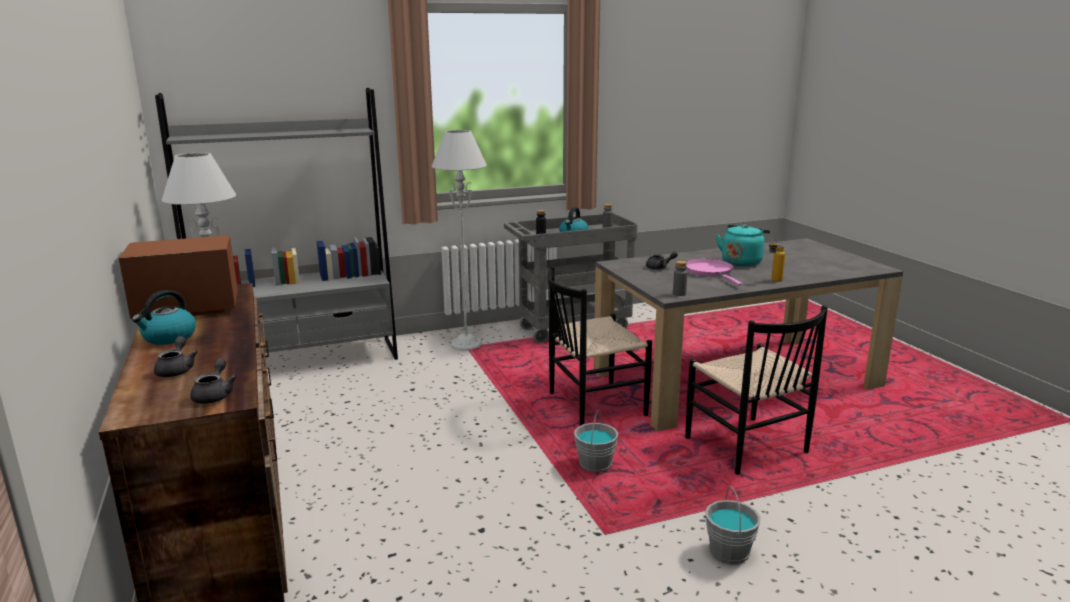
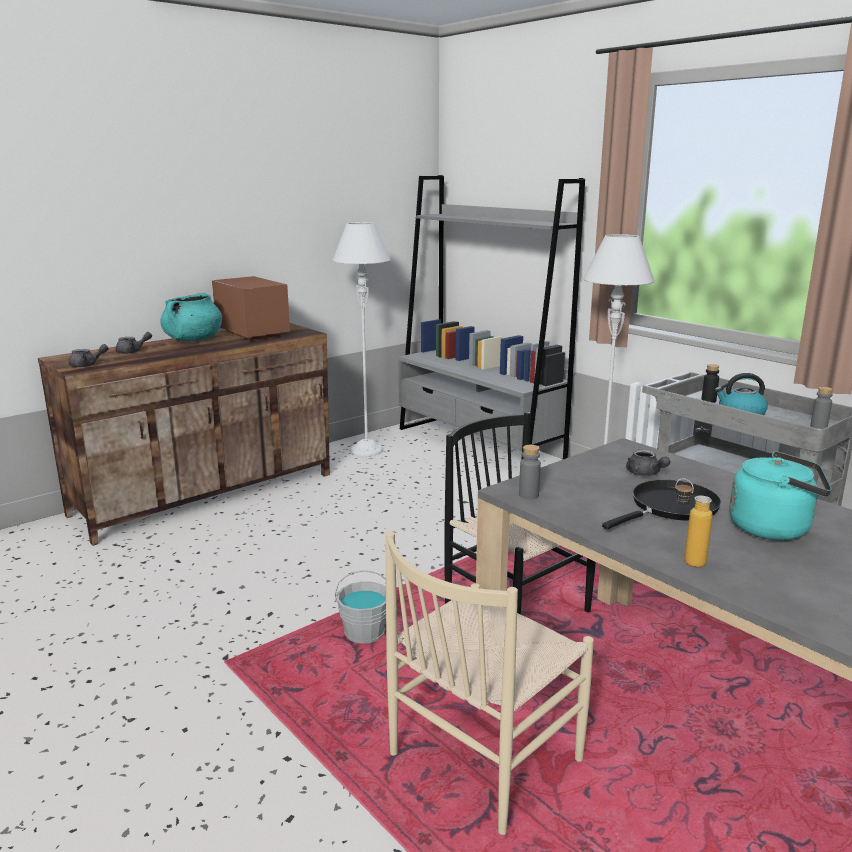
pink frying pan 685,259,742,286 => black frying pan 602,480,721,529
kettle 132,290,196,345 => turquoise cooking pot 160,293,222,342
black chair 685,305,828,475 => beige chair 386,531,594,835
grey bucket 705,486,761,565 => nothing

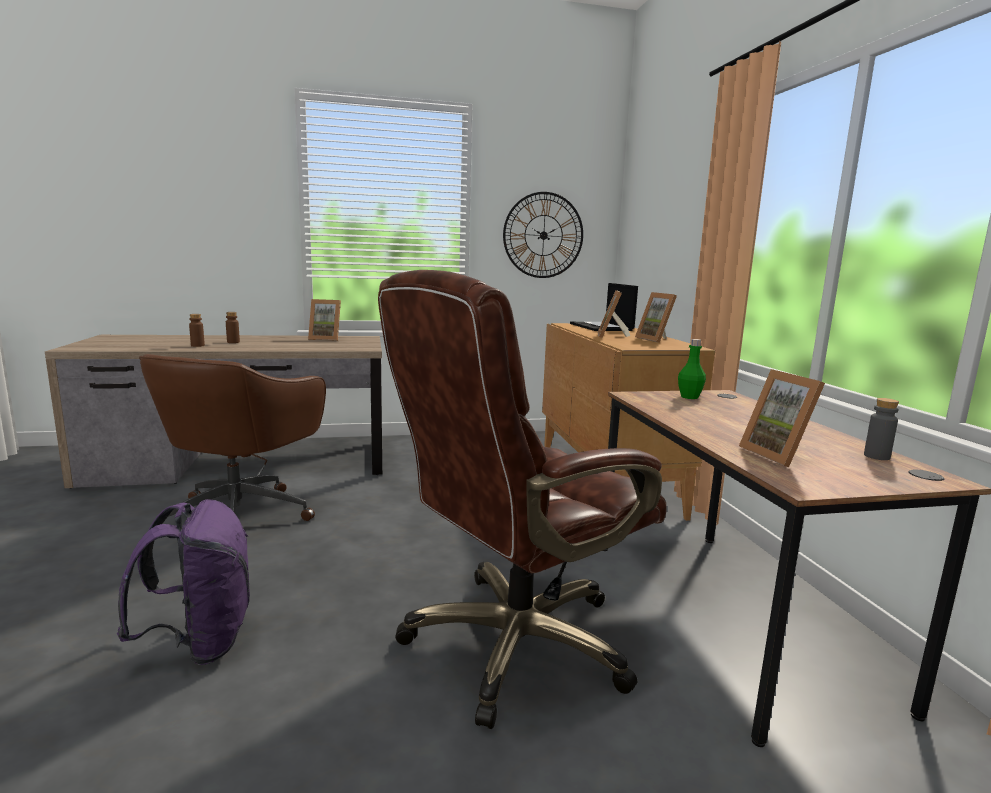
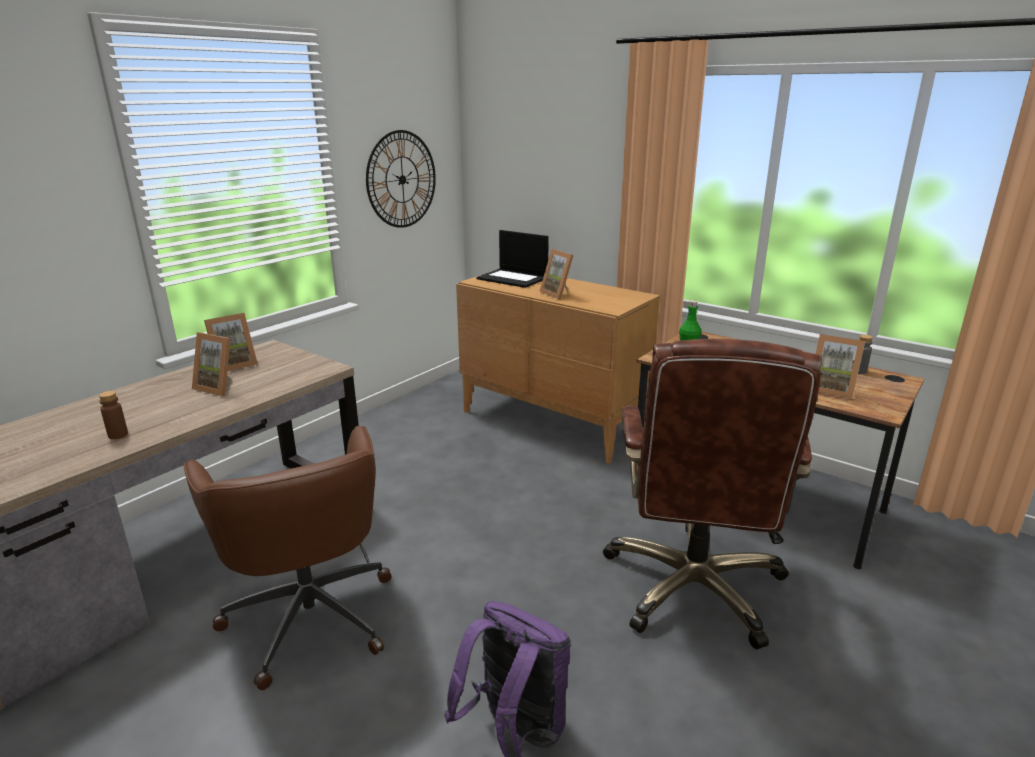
picture frame 635,292,677,343 => picture frame 192,332,231,396, relocated
brown bottle 226,312,240,343 => nothing

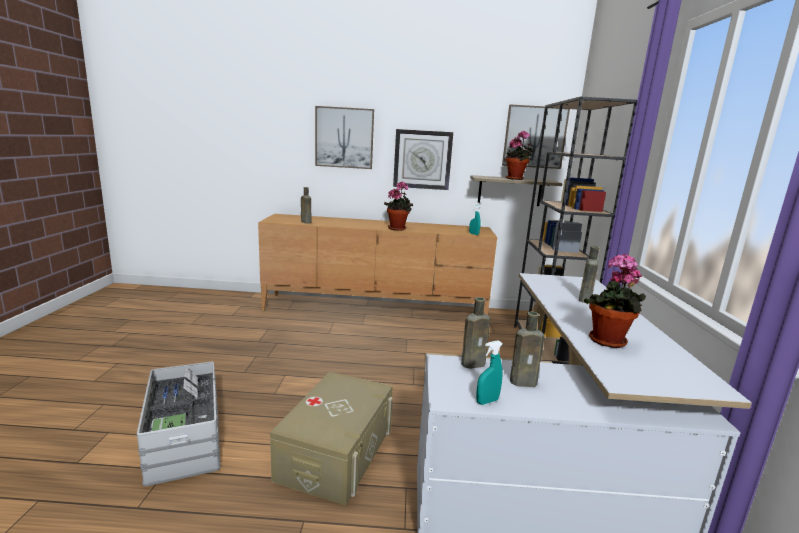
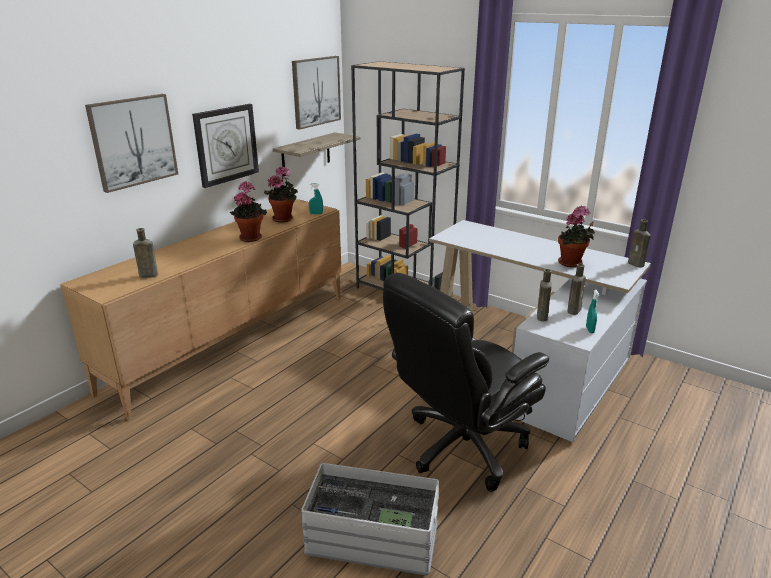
potted plant 506,131,533,180 => potted plant 264,166,298,222, relocated
brown bottle 579,246,600,303 => brown bottle 628,219,651,267, relocated
beige storage box 270,372,393,506 => black office chair 383,273,549,492

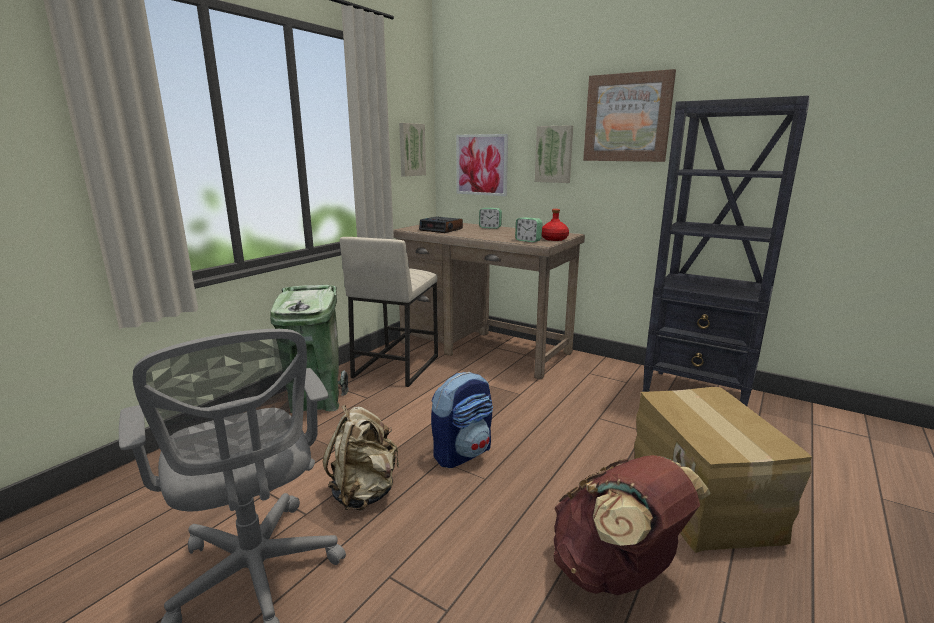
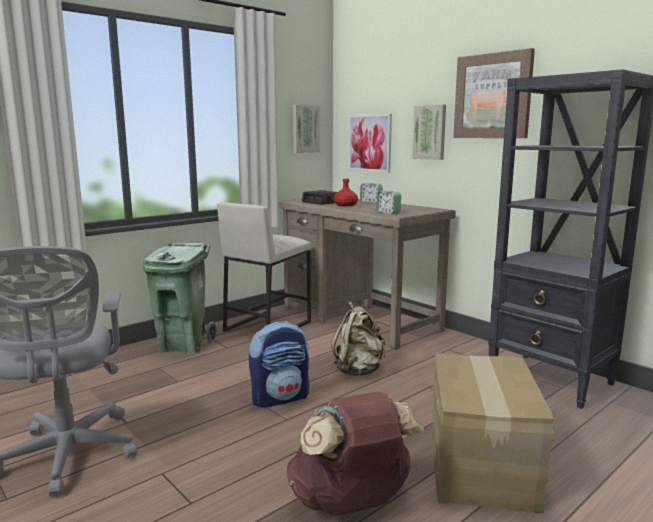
red bottle 542,209,569,241 => red bottle 334,179,358,206, relocated
beige backpack 323,405,399,511 => beige backpack 331,302,385,376, relocated

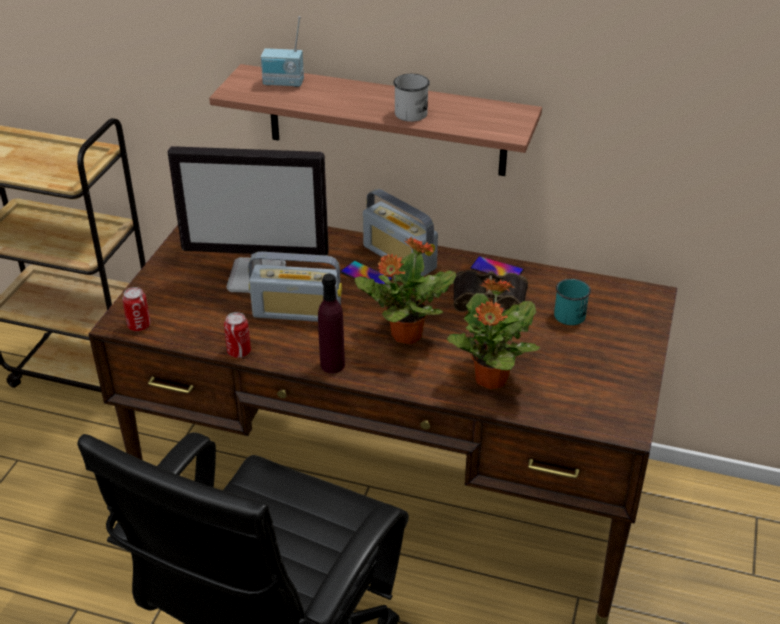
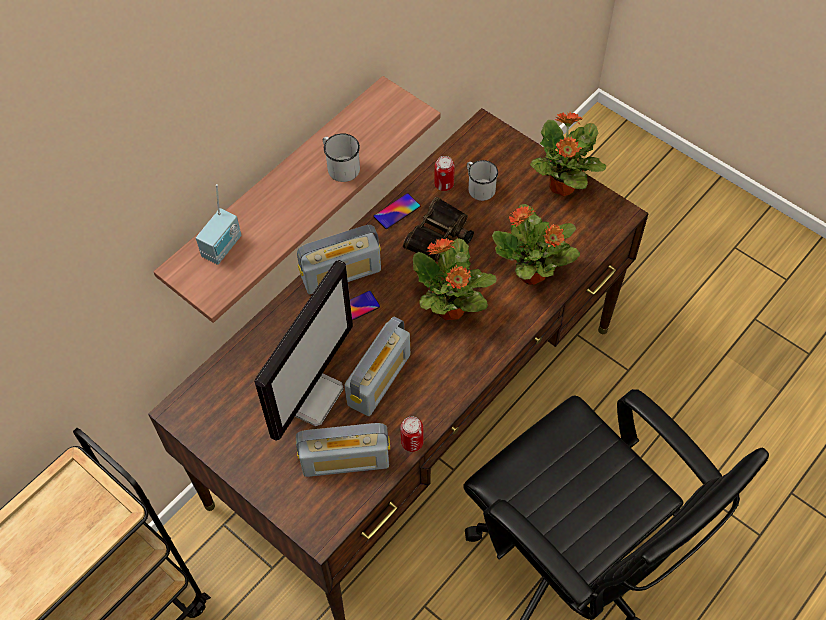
purple bottle 318,274,345,373 => nothing
turquoise mug 554,278,591,325 => white mug 467,160,498,201
can 122,287,151,331 => can 434,156,454,191, relocated
nothing => potted plant 530,112,606,196
nothing => radio 296,423,390,477

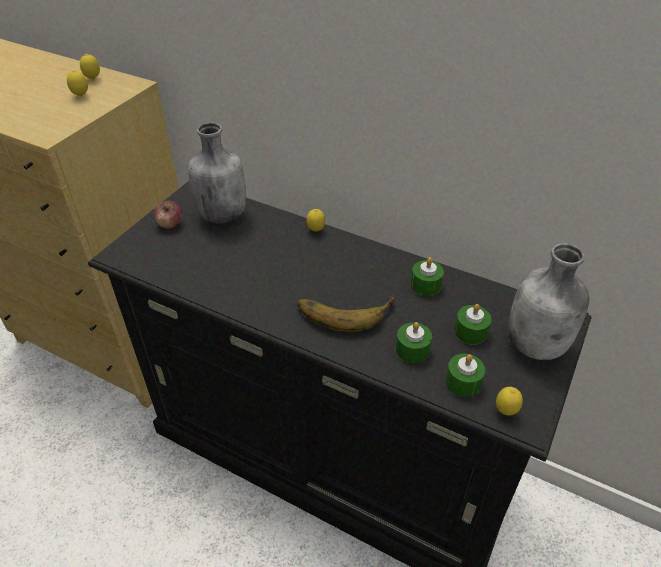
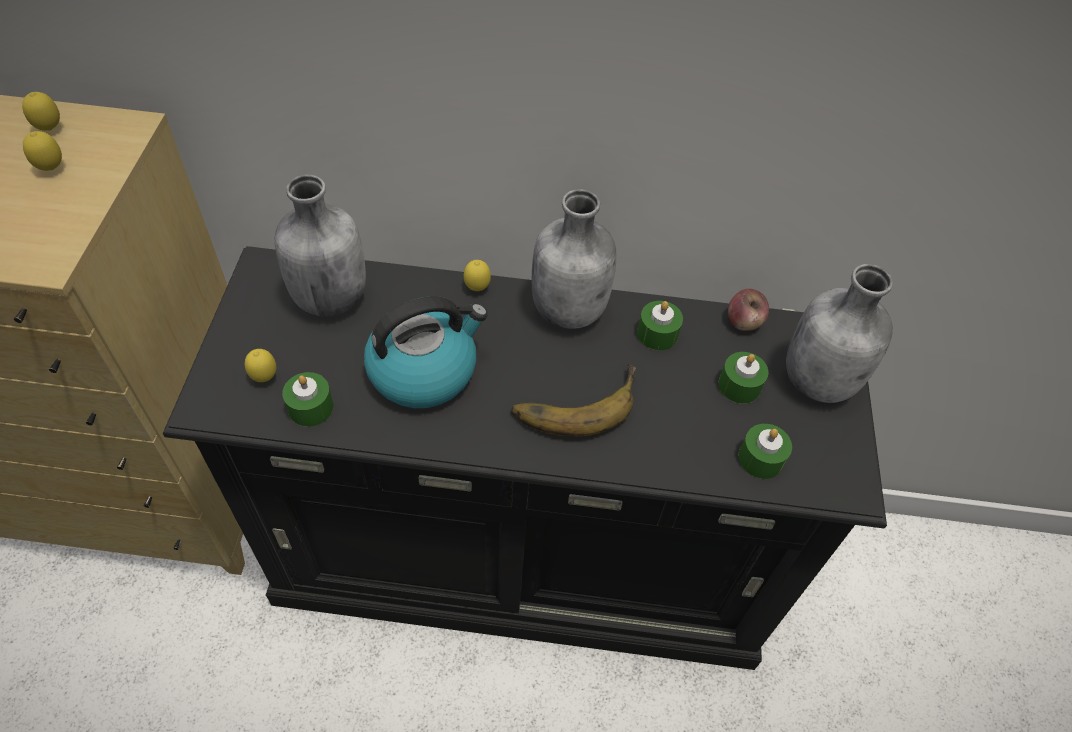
apple 154,201,183,229 => apple 728,289,769,331, relocated
green candle 396,322,432,363 => green candle 282,372,333,427, relocated
lemon 496,387,523,416 => lemon 245,349,276,382, relocated
nothing => grey bottle 532,189,616,329
nothing => kettle 364,296,488,408

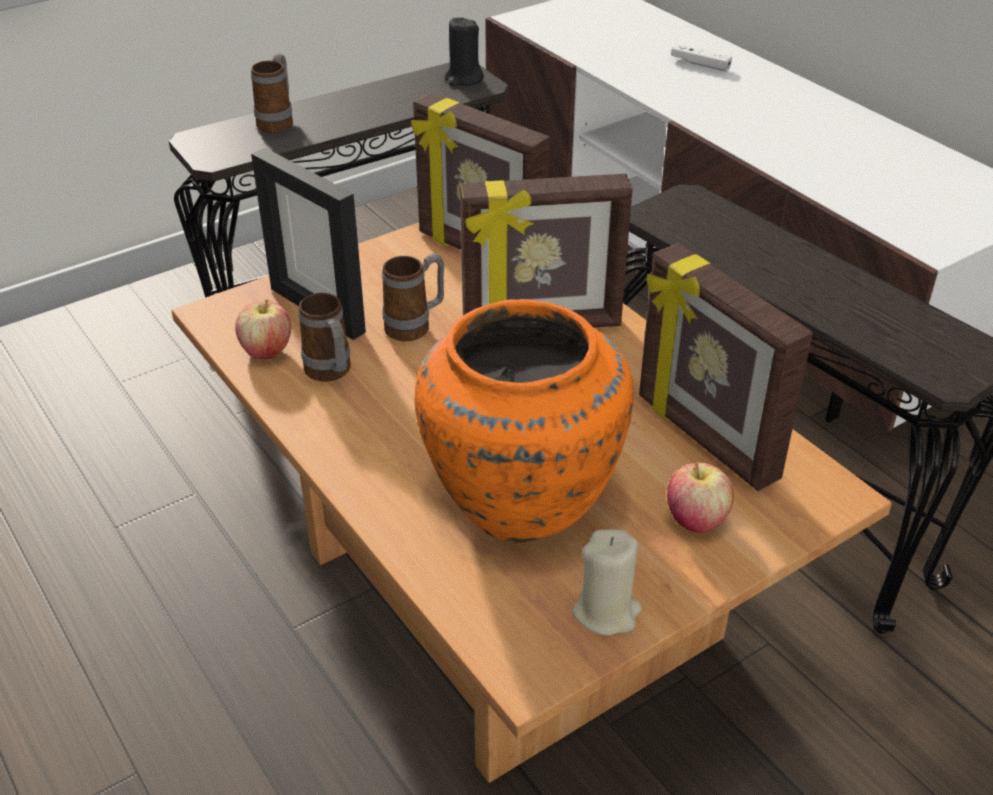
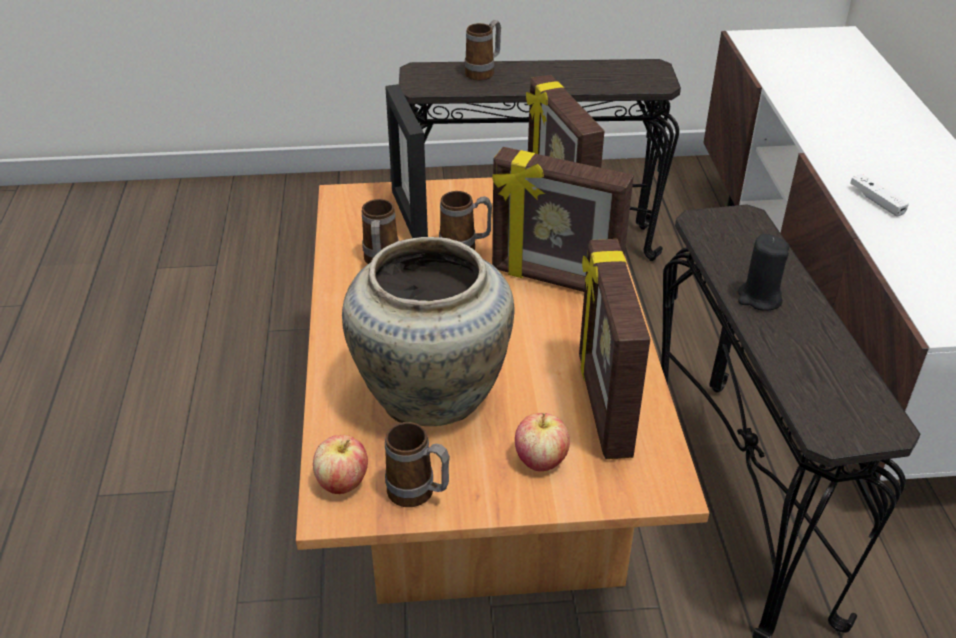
black candle 445,17,484,86 => black candle 738,234,790,311, relocated
white game controller 671,44,732,72 => white game controller 850,174,909,217, relocated
apple 235,299,291,359 => apple 313,435,368,494, relocated
orange vase 415,299,634,543 => beige vase 342,237,514,426
beige candle 572,529,642,635 => mug 385,422,450,507

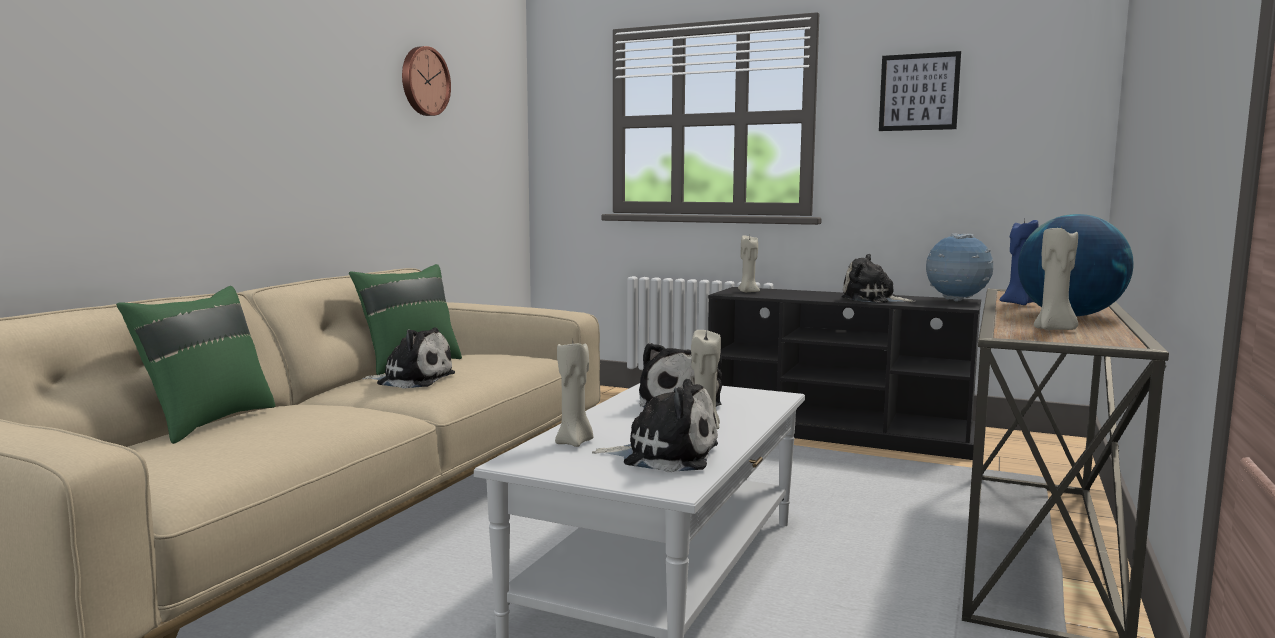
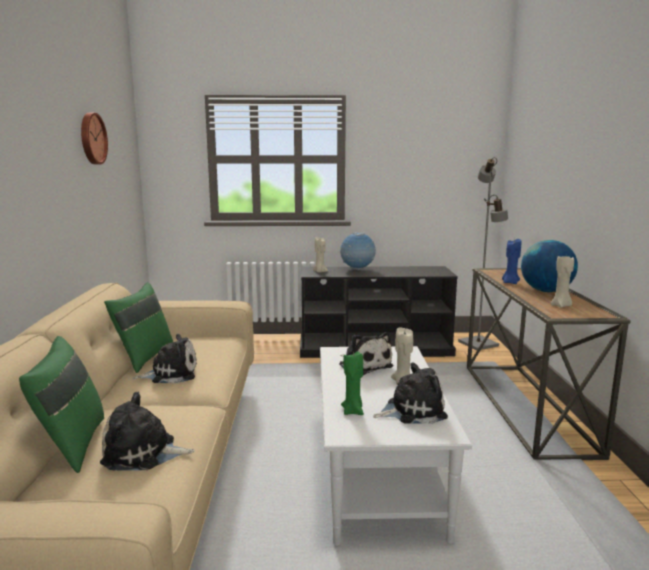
picture 879,51,961,131 => nothing
globe 926,233,993,301 => globe 340,232,376,270, relocated
plush toy 841,254,916,303 => plush toy 100,392,194,471, relocated
beige candle 555,342,593,447 => green candle 341,350,364,415
nothing => grey floor lamp 458,157,508,350

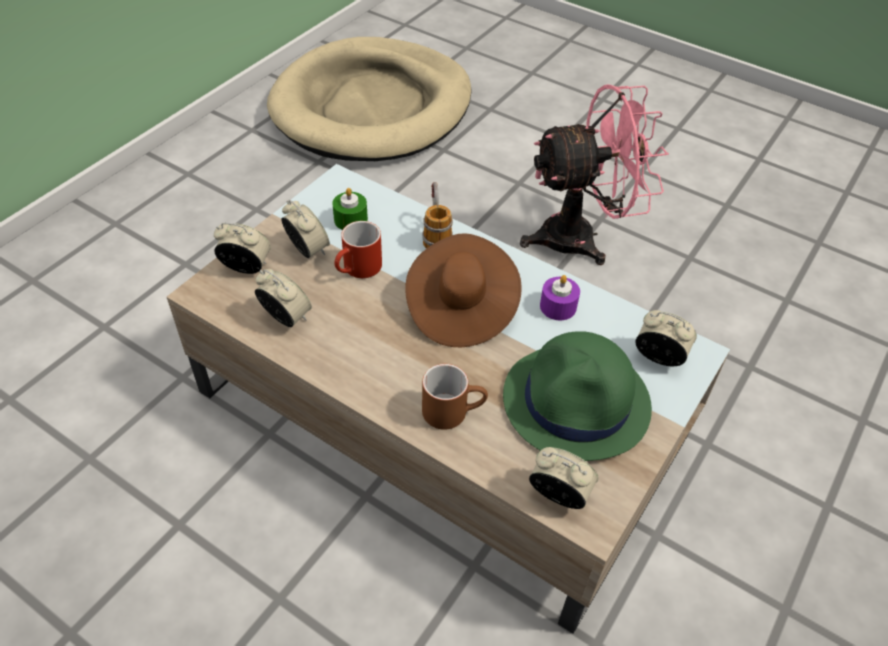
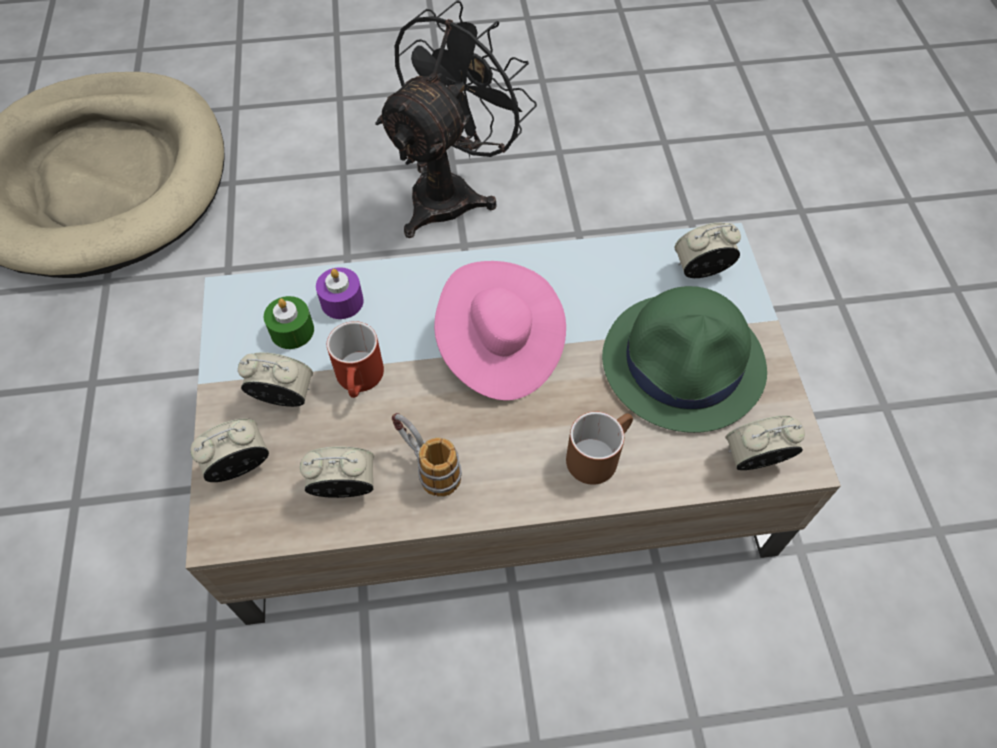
pink fan 520,84,669,265 => black fan 376,0,537,238
mug 422,182,453,249 => mug 392,413,462,497, relocated
brown hat 405,233,522,347 => pink hat 434,261,566,401
purple candle 540,275,580,320 => purple candle 316,267,364,319, relocated

